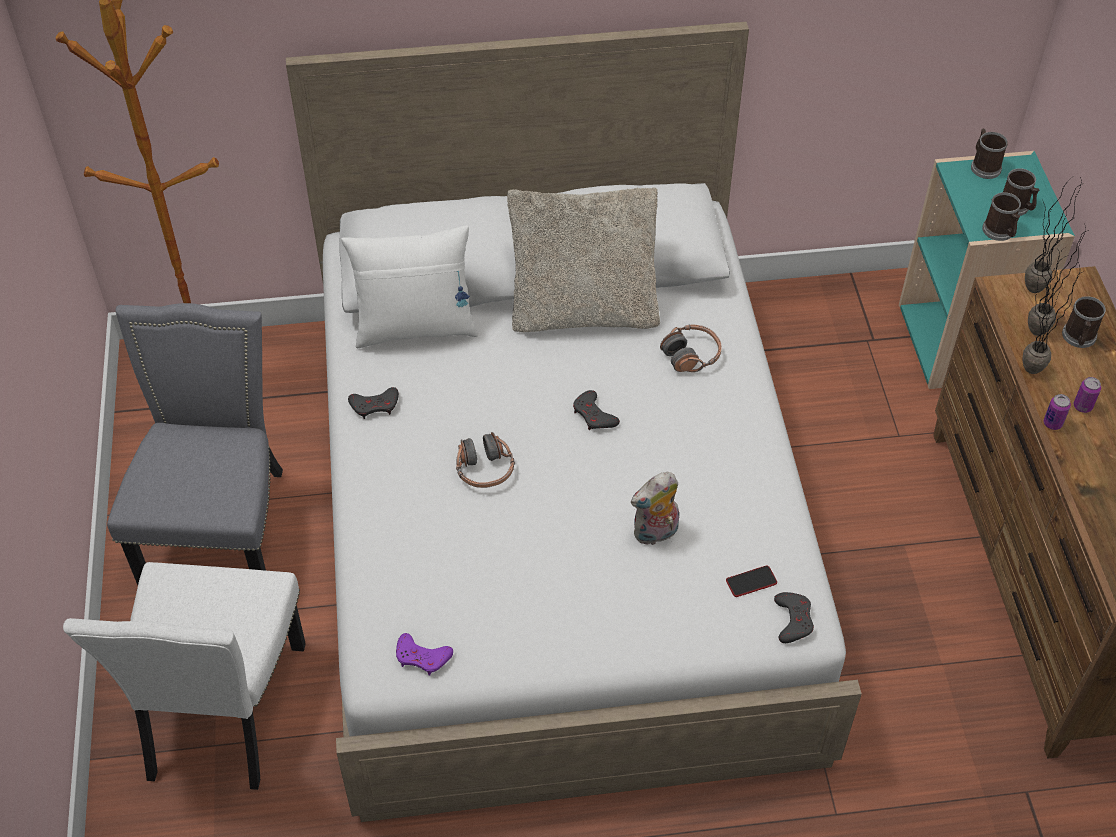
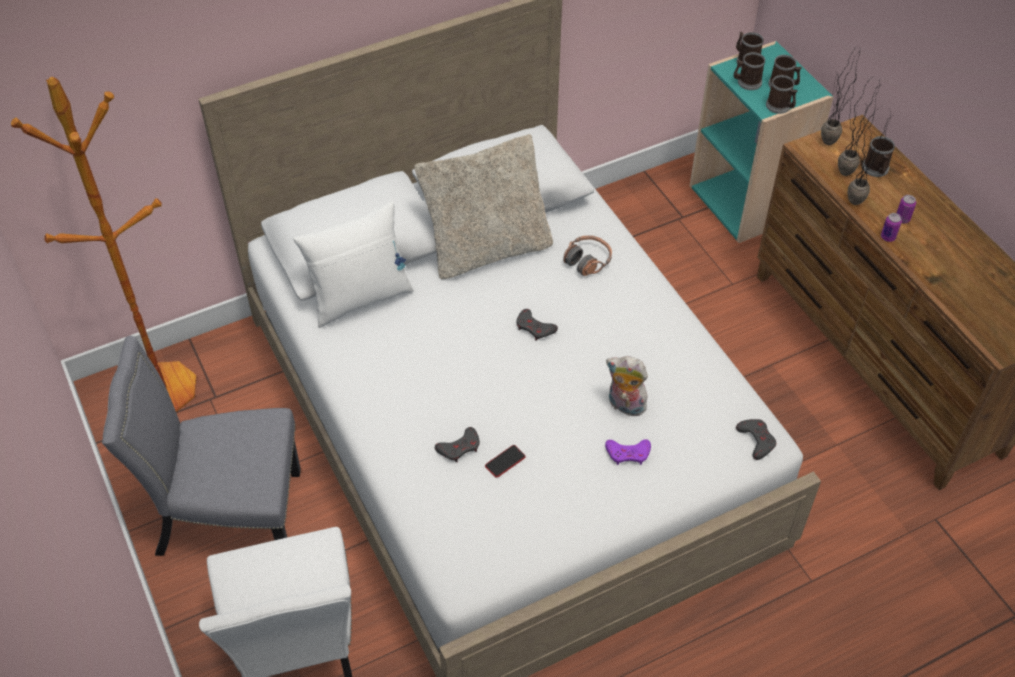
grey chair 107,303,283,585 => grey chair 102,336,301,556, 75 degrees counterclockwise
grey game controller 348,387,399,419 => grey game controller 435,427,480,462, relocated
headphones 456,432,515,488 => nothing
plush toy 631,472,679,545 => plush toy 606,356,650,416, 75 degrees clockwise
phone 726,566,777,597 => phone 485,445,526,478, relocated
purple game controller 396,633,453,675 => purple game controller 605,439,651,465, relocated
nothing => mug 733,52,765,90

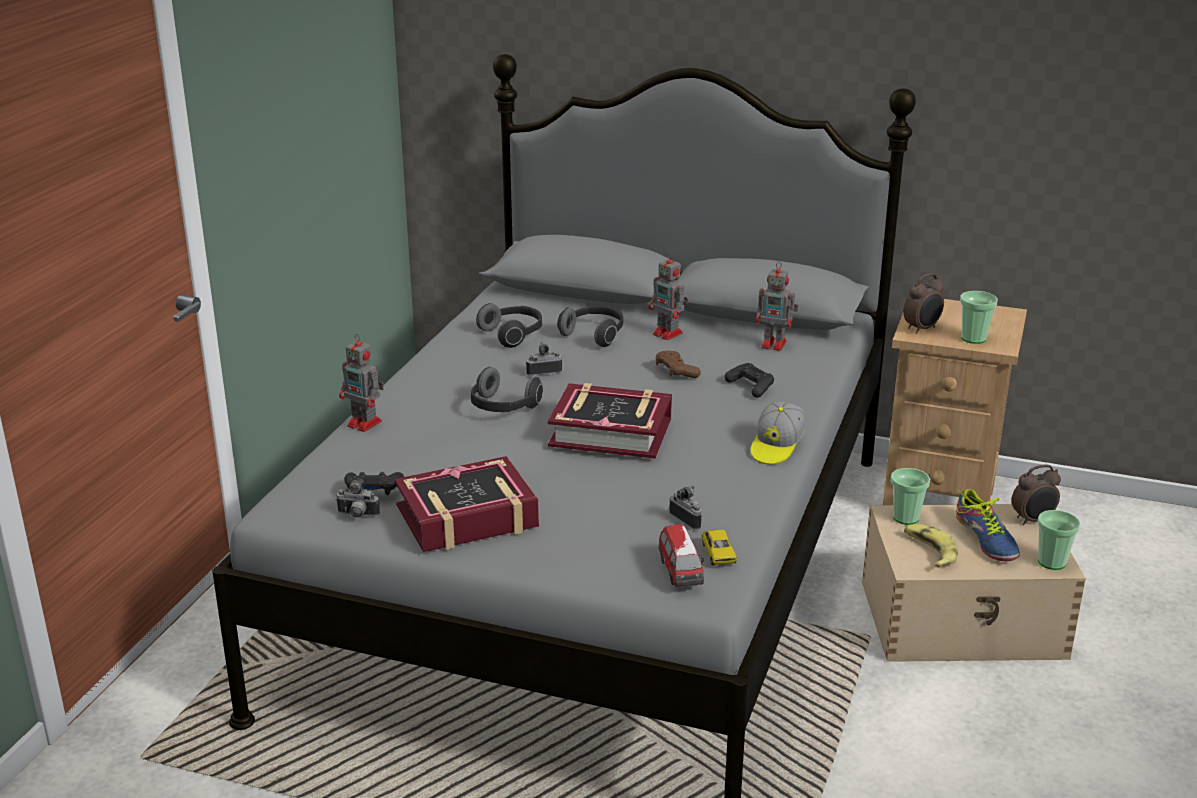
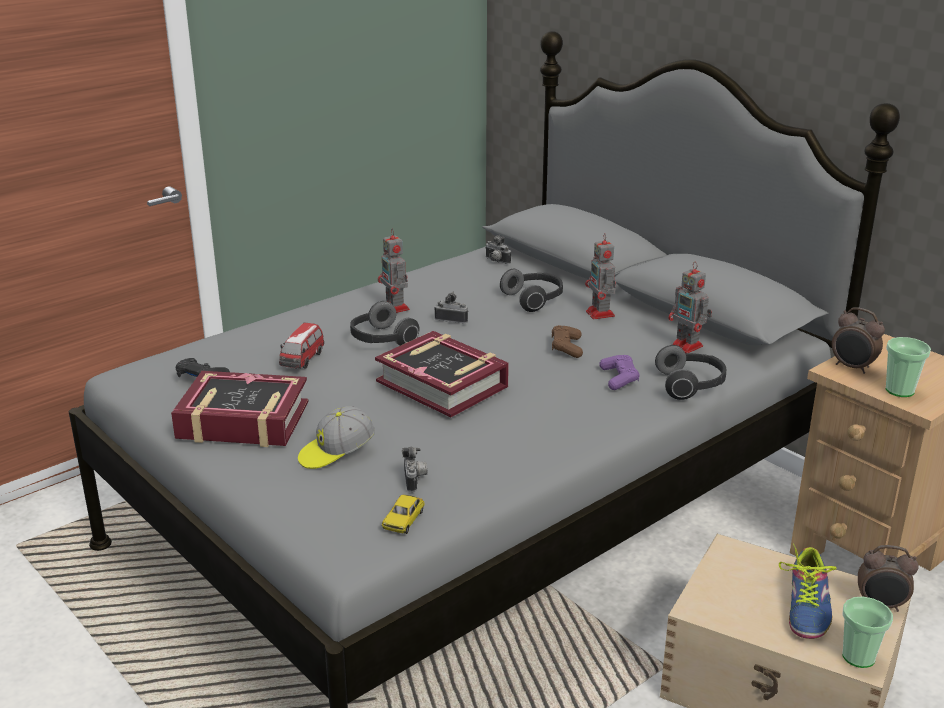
alarm clock 903,273,944,334 => alarm clock 832,307,885,374, 45 degrees clockwise
headphones 476,303,542,348 => headphones 655,345,726,400, relocated
toy robot 339,334,384,432 => toy robot 378,228,410,313, relocated
black game controller 724,363,774,398 => purple game controller 599,355,640,390
cap 751,401,805,465 => cap 298,406,375,469, relocated
cup 891,468,930,525 => nothing
photo camera 336,479,380,518 => photo camera 485,235,511,264, relocated
toy car 659,524,704,587 => toy car 279,323,324,369, relocated
banana 904,524,958,568 => nothing

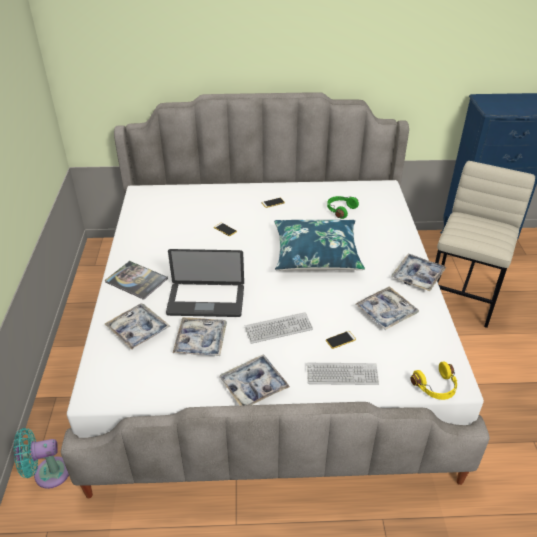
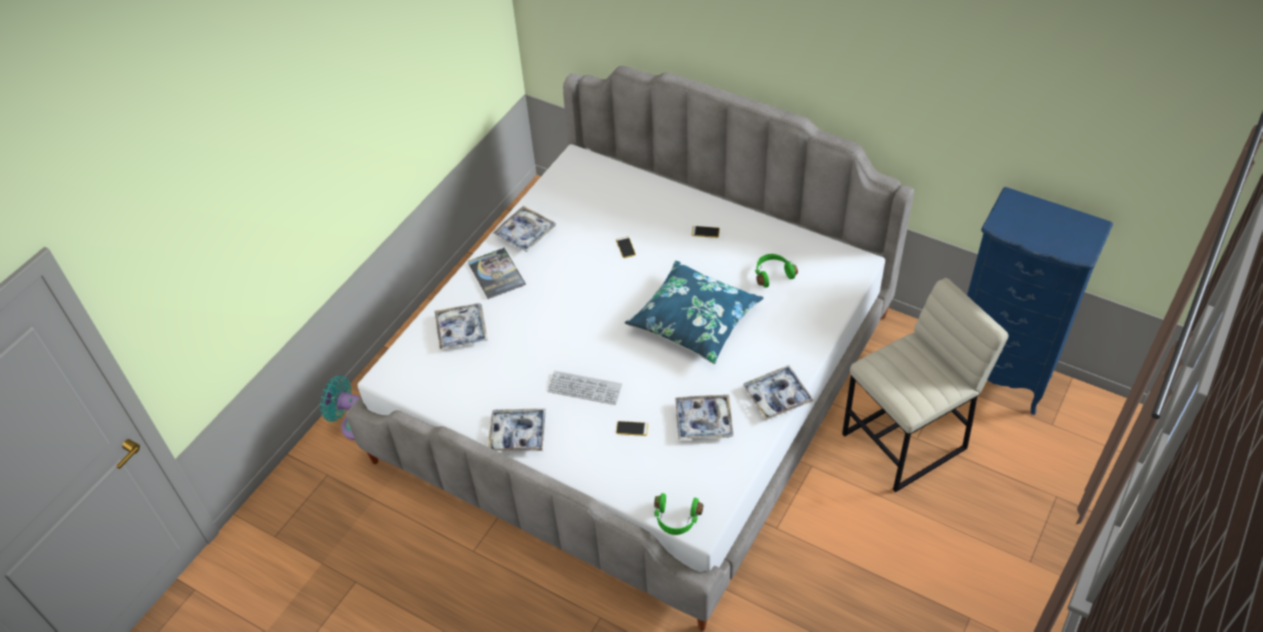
laptop 166,249,244,317 => nothing
tray 173,317,227,356 => tray 493,206,556,252, relocated
yellow headphones 410,362,457,400 => green headphones 654,493,703,535
keyboard 307,363,379,385 => nothing

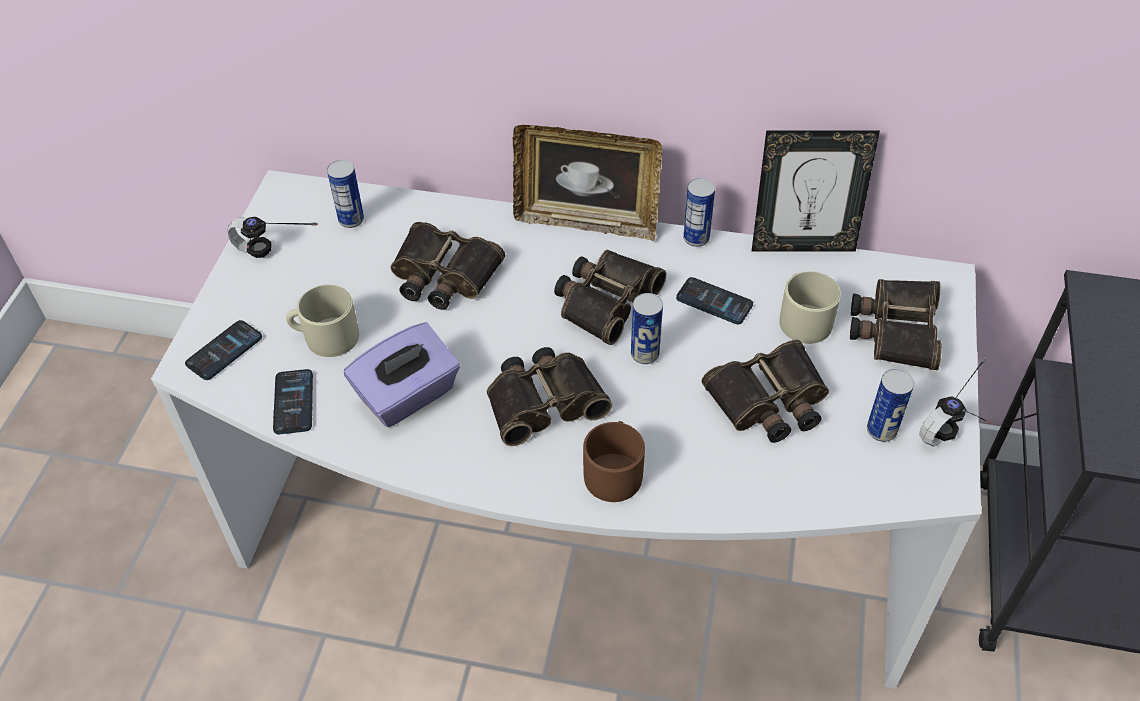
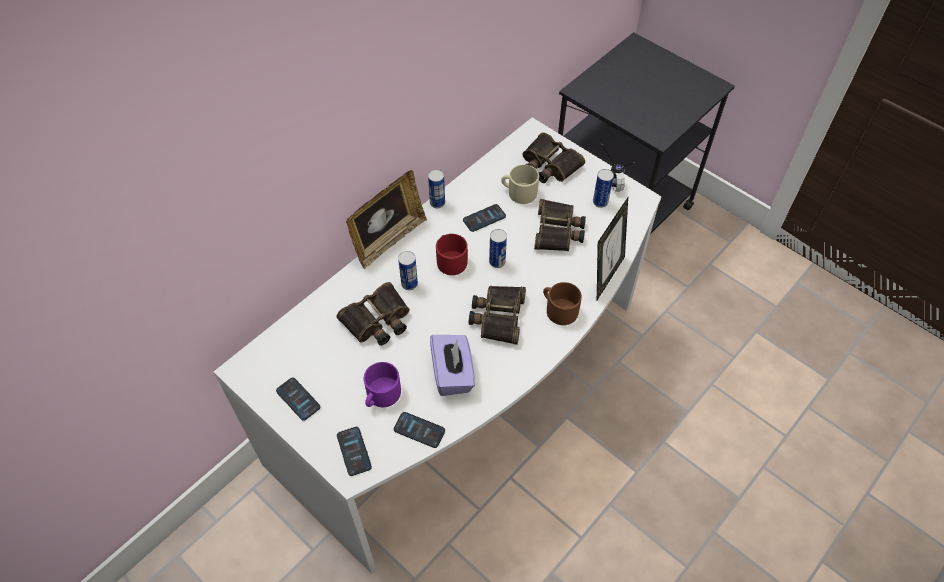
picture frame 751,130,880,252 => picture frame 597,197,628,300, relocated
can 327,160,364,228 => can 398,251,418,290, relocated
headphones 228,217,318,258 => phone 276,377,320,421
binoculars 554,250,666,345 => red mug 436,234,468,275
beige mug 286,285,359,357 => purple mug 364,362,401,407

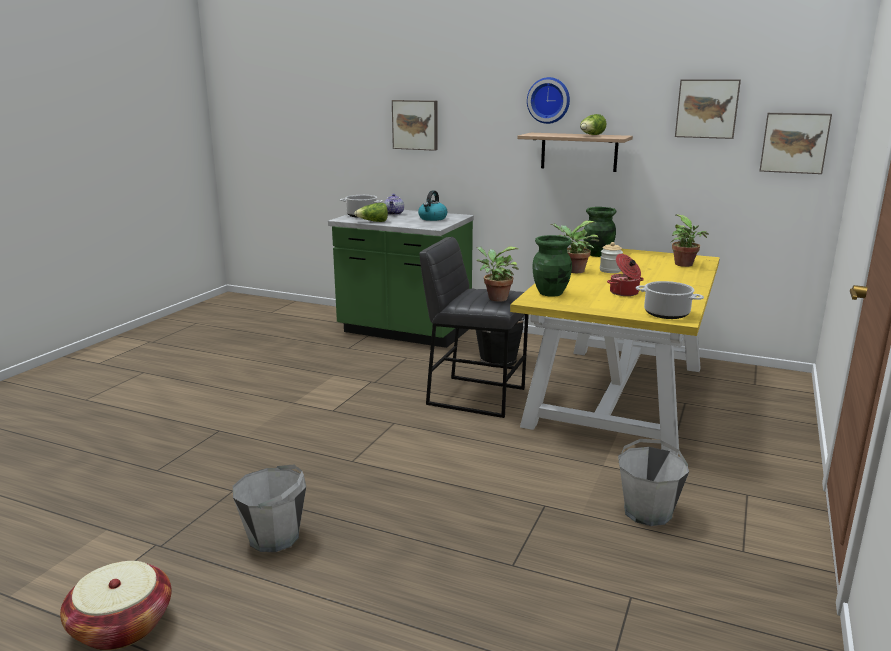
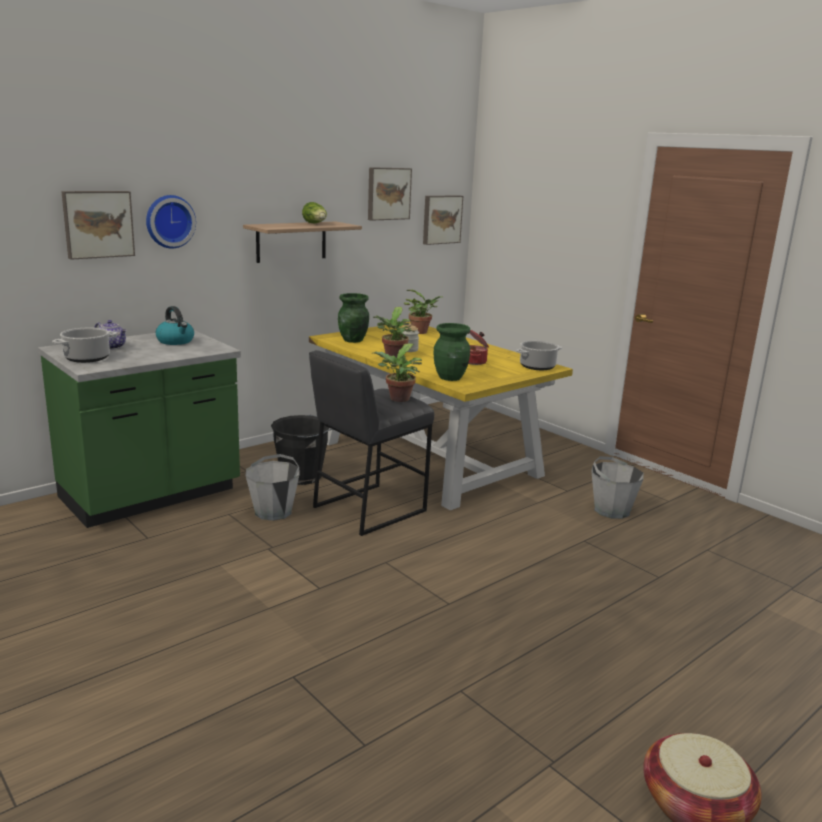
wall clock 527,77,570,124 => wall clock 146,195,196,249, relocated
lettuce 354,203,388,222 => nothing
grey bucket 233,464,306,552 => grey bucket 245,454,300,521, relocated

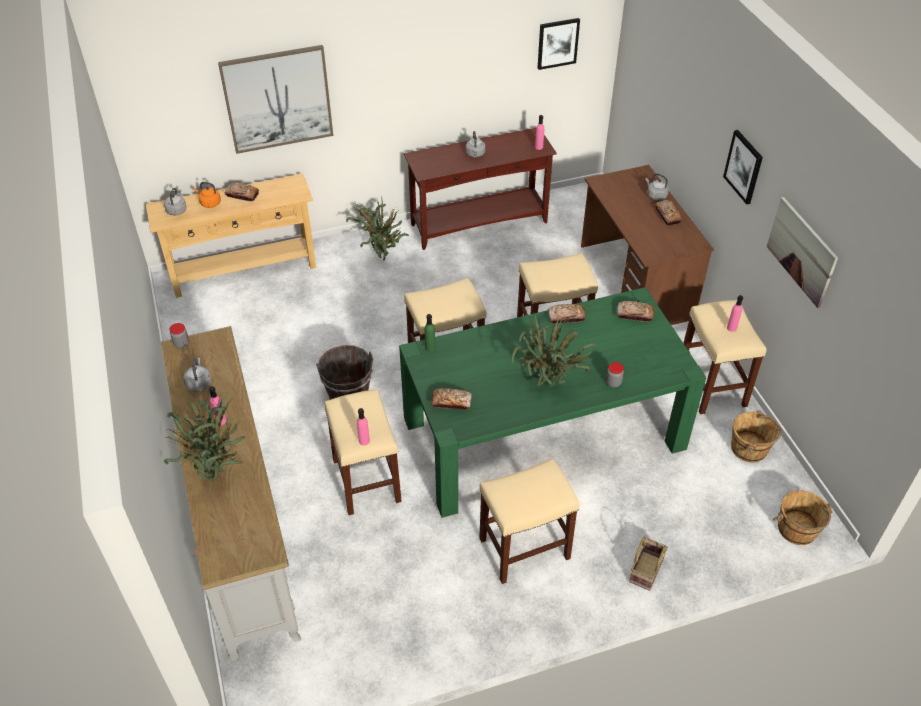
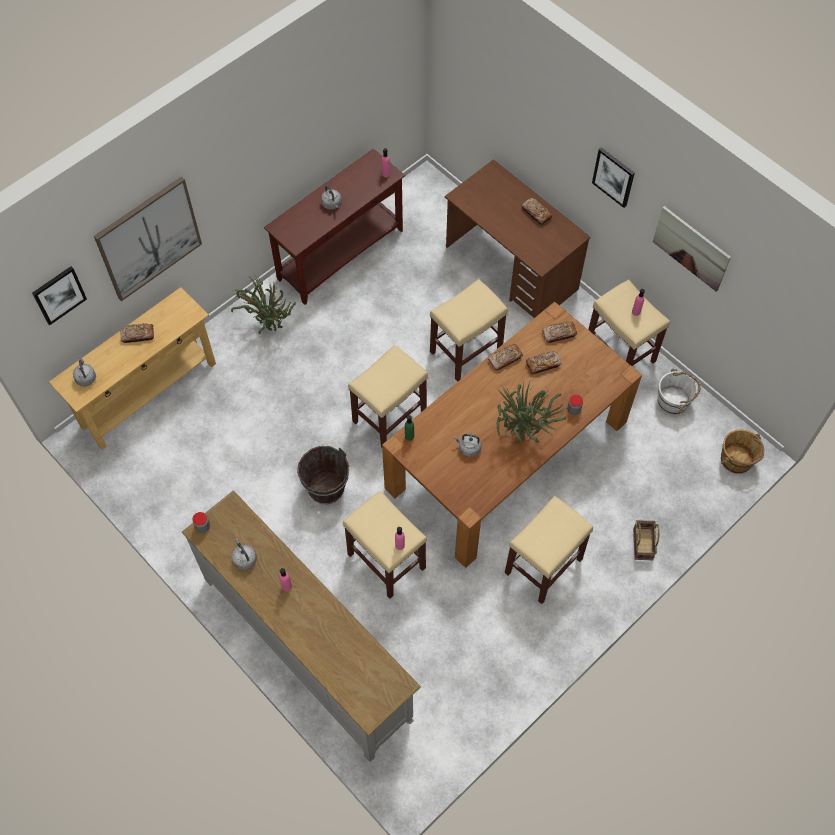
picture 537,18,580,70 => picture 32,266,87,325, relocated
grey kettle 645,173,669,200 => grey kettle 454,434,482,457, relocated
orange kettle 194,182,221,208 => nothing
green dining table 399,287,706,518 => brown dining table 382,301,642,568
bread 431,388,472,410 => bread 526,351,561,375, relocated
potted plant 164,393,245,482 => nothing
brown bucket 731,411,782,462 => white bucket 658,369,700,415

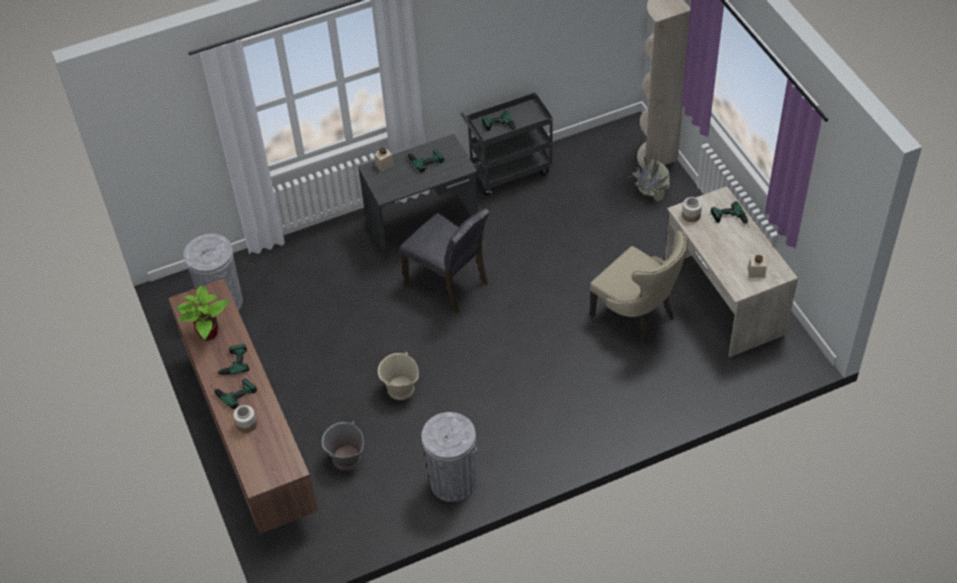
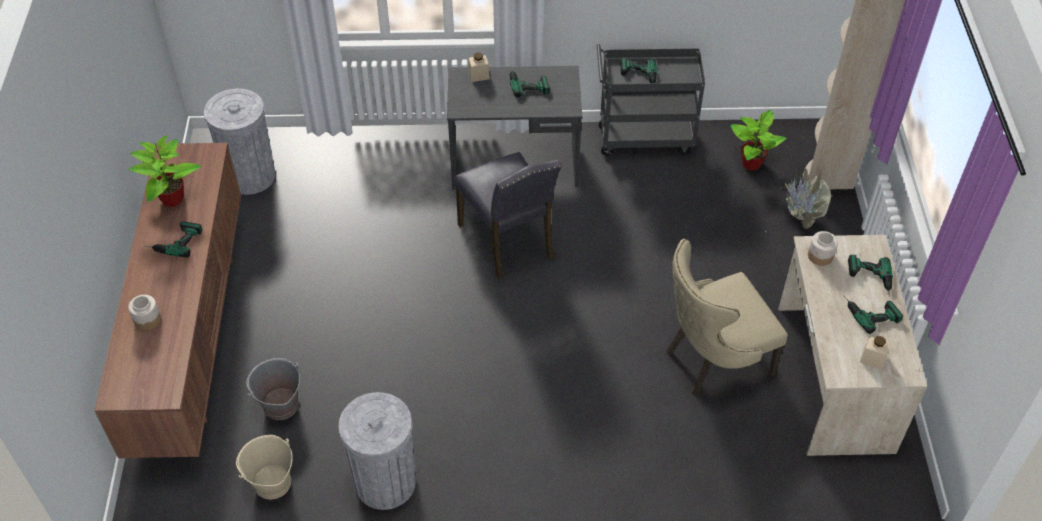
beige chair 590,230,687,345 => beige chair 666,239,788,396, 90 degrees clockwise
beige bucket 378,352,419,400 => beige bucket 236,435,293,499, relocated
power drill 211,379,257,409 => power drill 843,295,903,334, relocated
nothing => potted plant 730,110,786,171

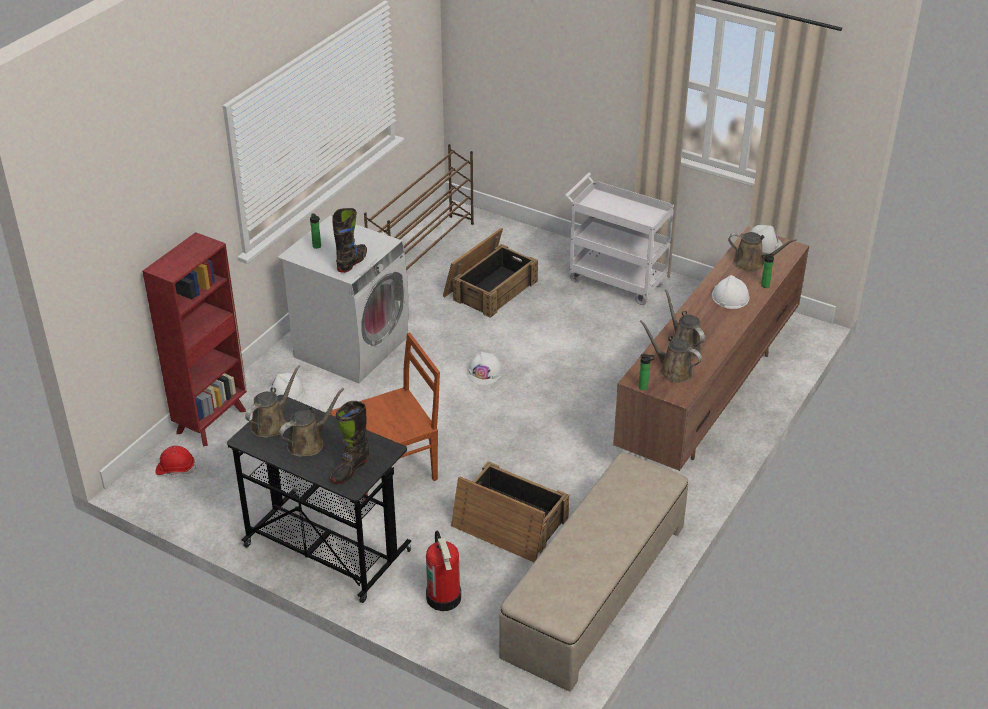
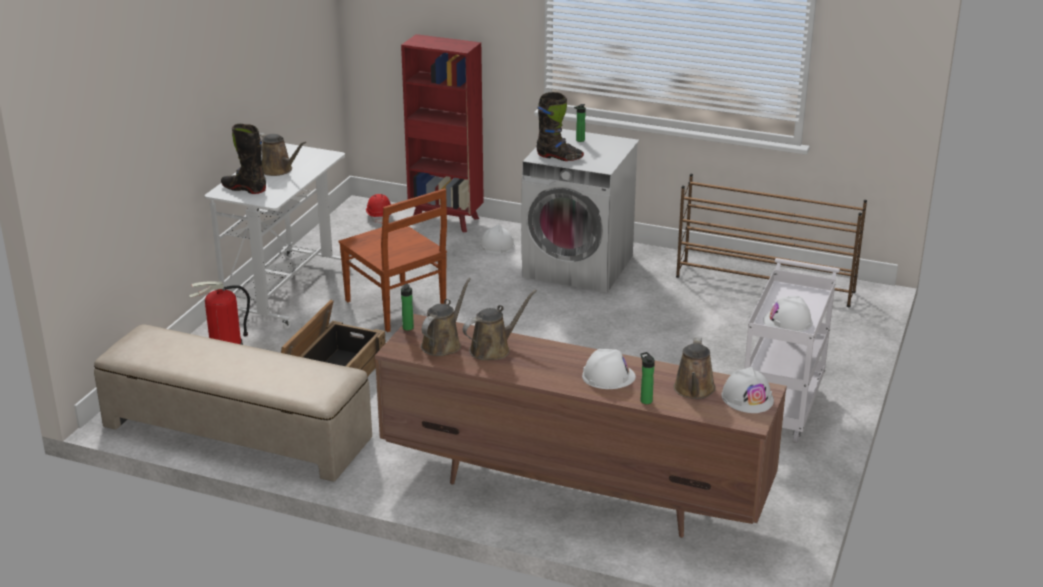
crate 443,228,538,318 => nothing
white hard hat 467,352,503,385 => white hard hat 763,296,813,332, relocated
brown watering can 245,365,300,438 => nothing
black desk 227,395,411,603 => white desk 205,143,352,329

